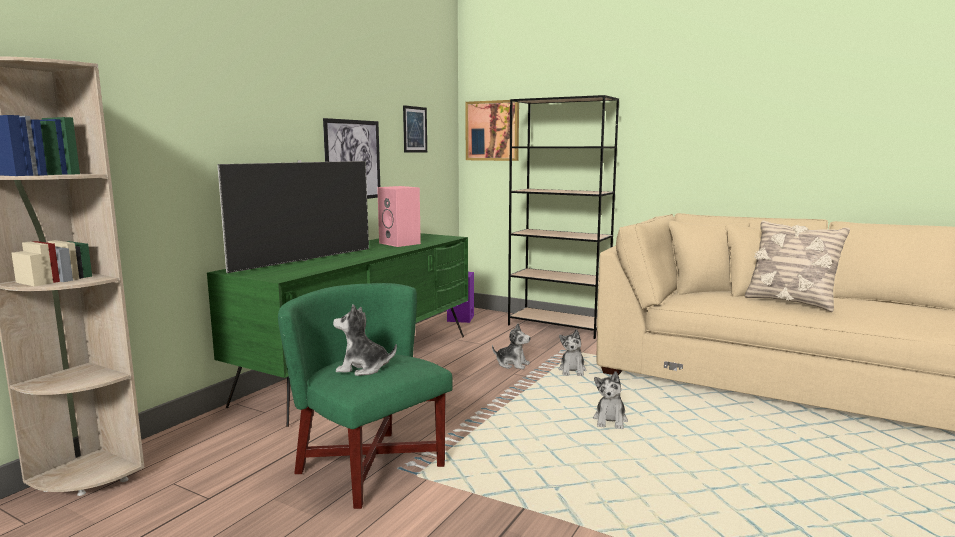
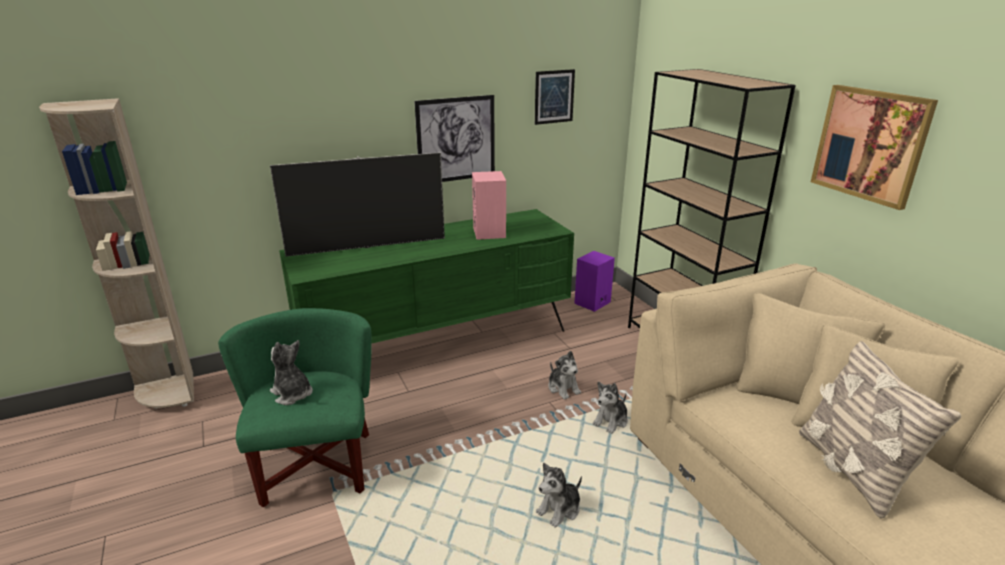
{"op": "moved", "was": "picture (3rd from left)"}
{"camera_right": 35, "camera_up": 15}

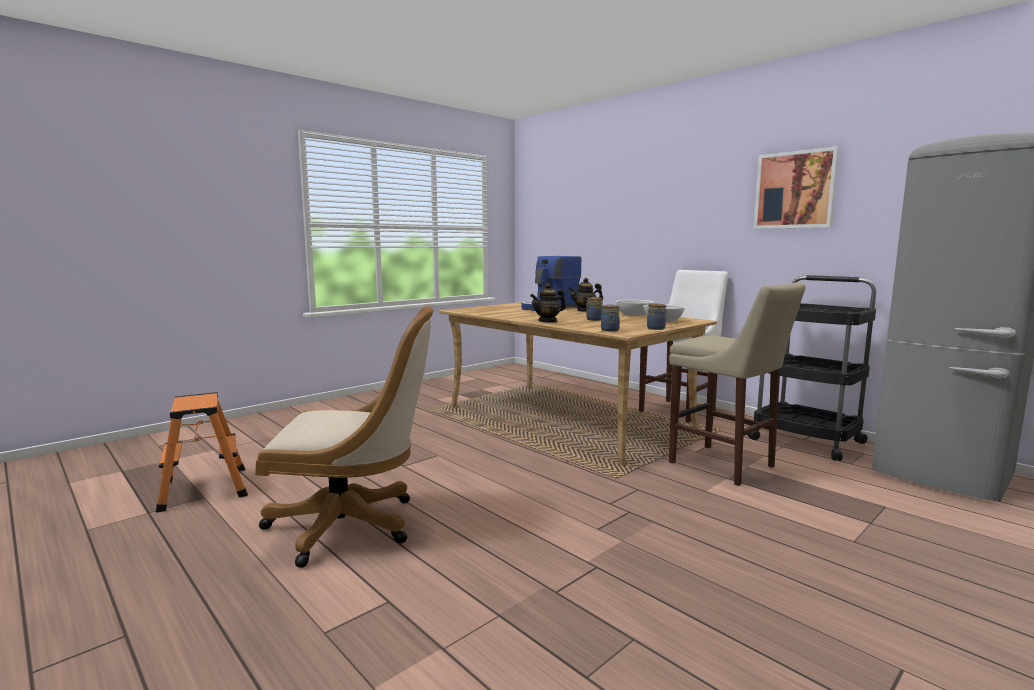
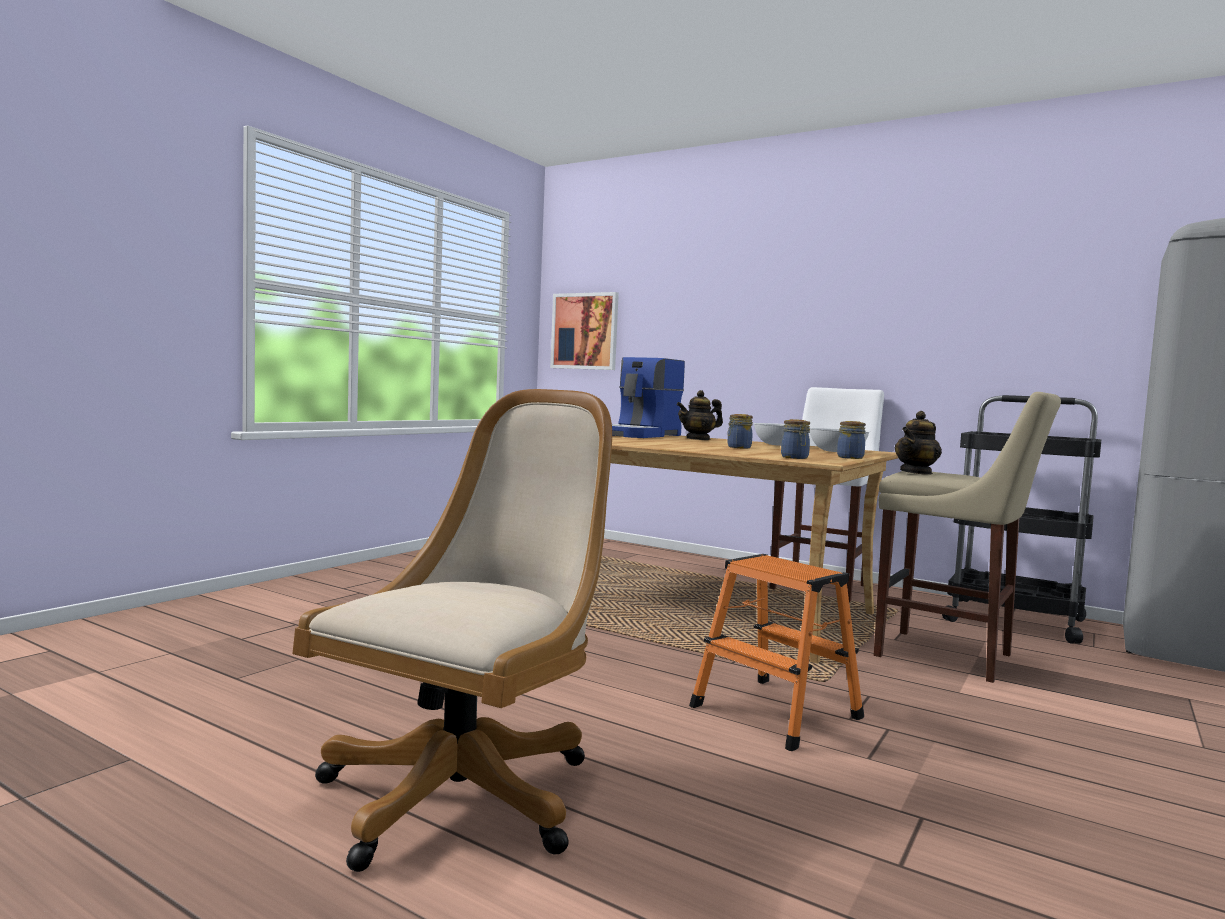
{"op": "moved", "was": "orange step ladder"}
{"op": "moved", "was": "teapot (1st from left in the first image)", "now": "teapot (2nd from left)"}
{"op": "moved", "was": "picture"}
{"op": "turned", "was": "office chair", "clockwise": -45}
{"camera_right": -15, "camera_up": -5}

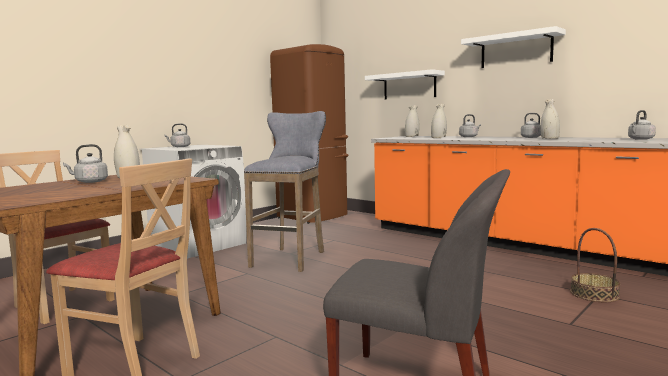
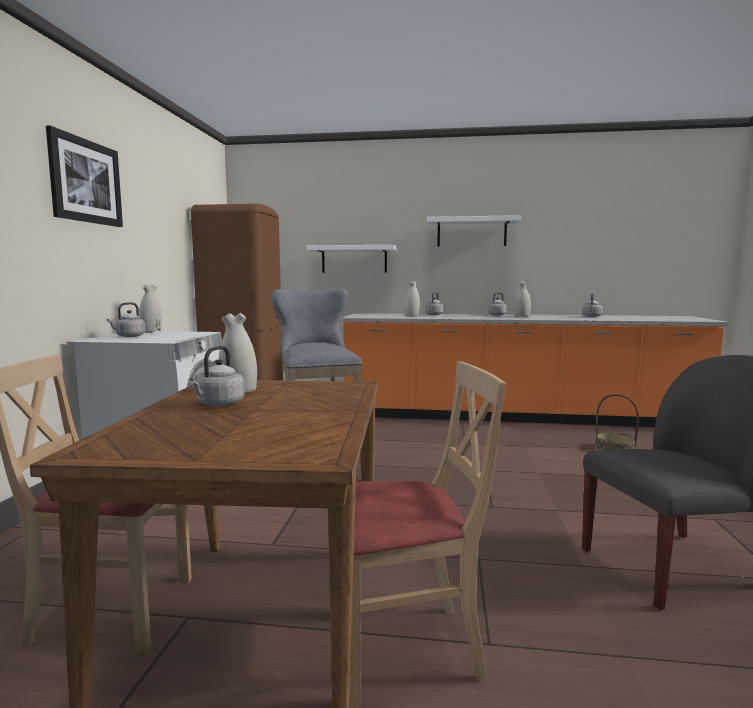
{"op": "added", "now": "picture"}
{"op": "moved", "was": "white vase (2nd from left in the first image)", "now": "white vase (1st from left)"}
{"camera_right": -35, "camera_up": 0}

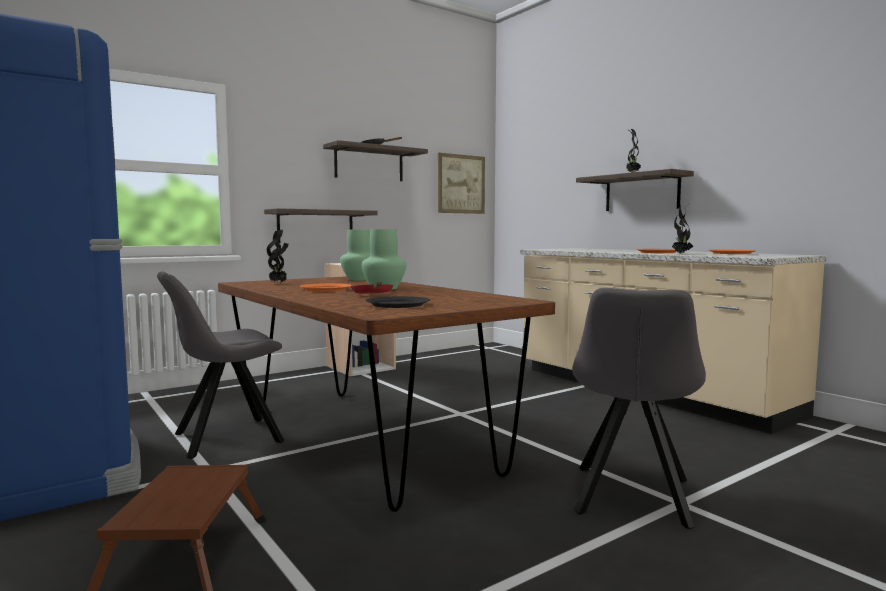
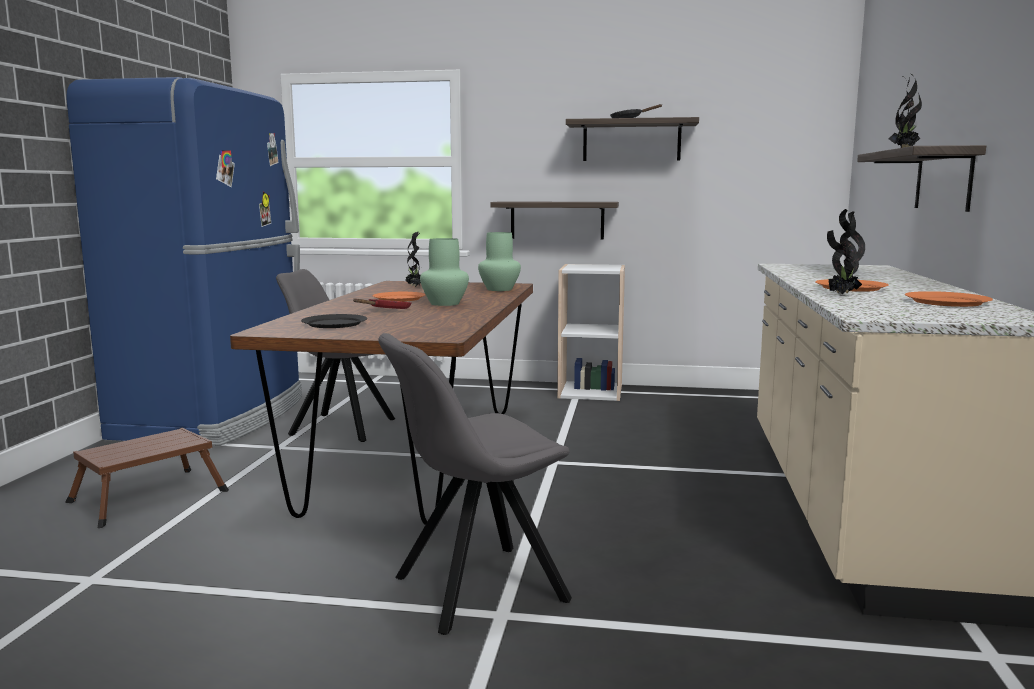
{"op": "removed", "was": "picture"}
{"camera_right": 45, "camera_up": 5}

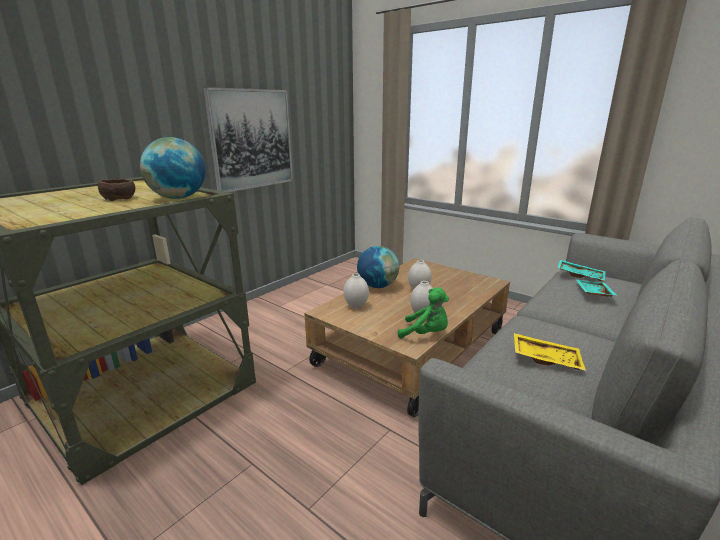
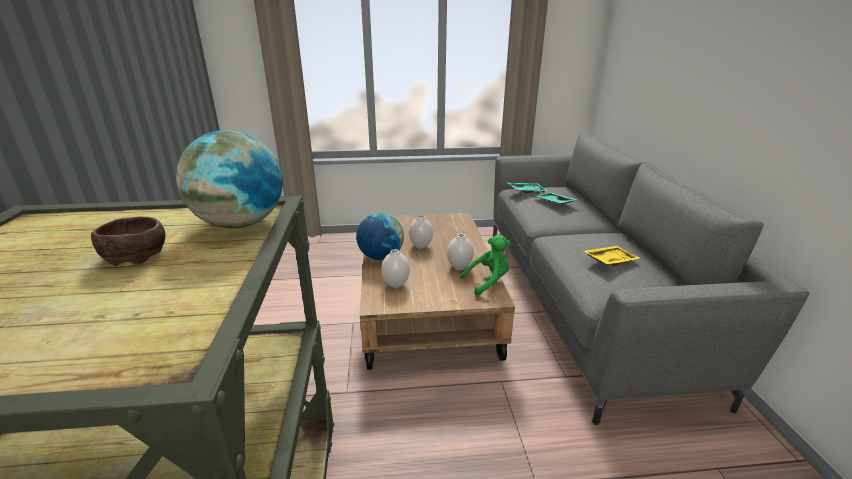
{"op": "removed", "was": "picture"}
{"camera_right": -45, "camera_up": 5}

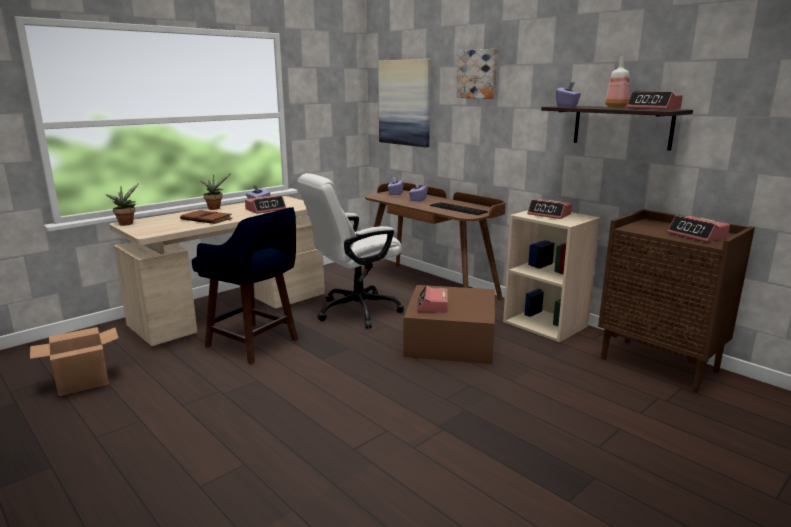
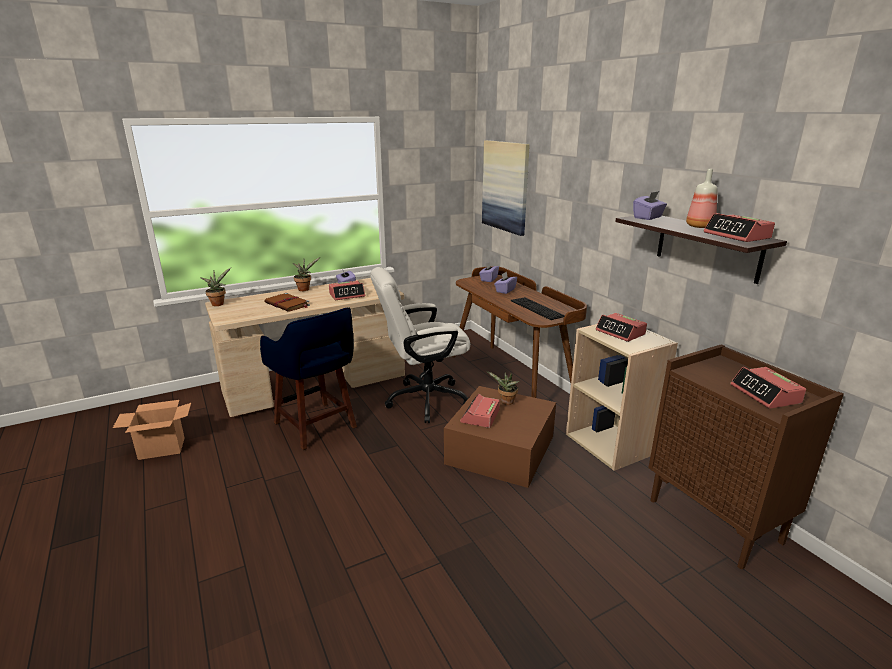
{"op": "removed", "was": "picture (2nd from left)"}
{"op": "added", "now": "potted plant (3rd from left)"}
{"camera_right": 15, "camera_up": 5}

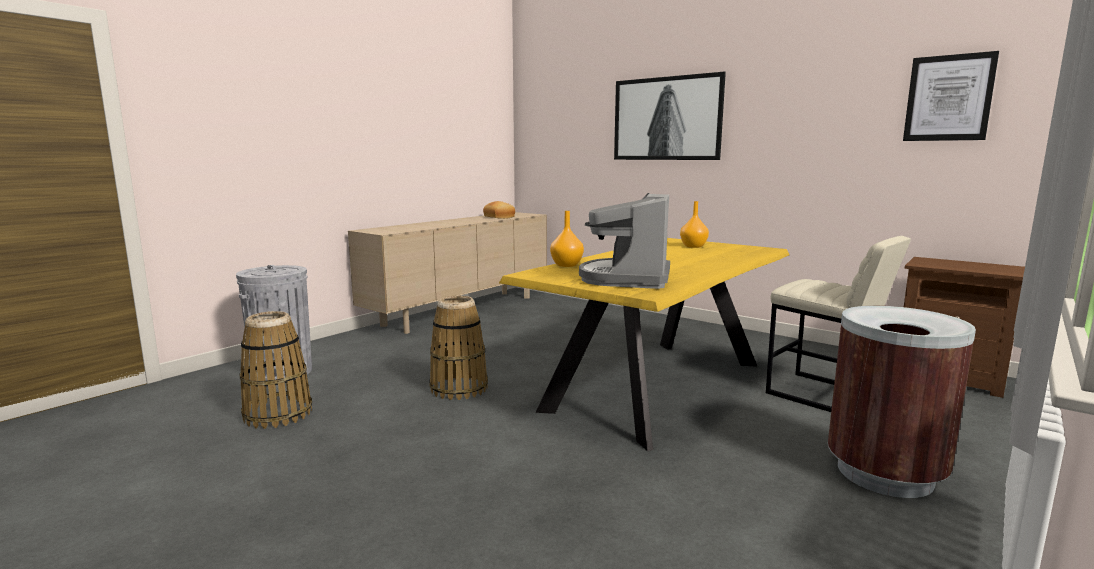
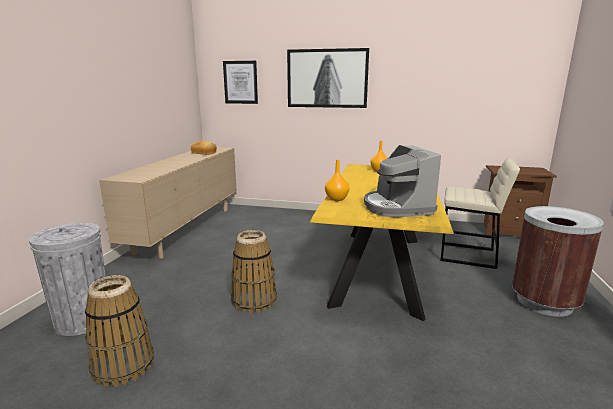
{"op": "moved", "was": "picture (2nd from left in the first image)", "now": "picture (1st from left)"}
{"camera_right": -25, "camera_up": 5}

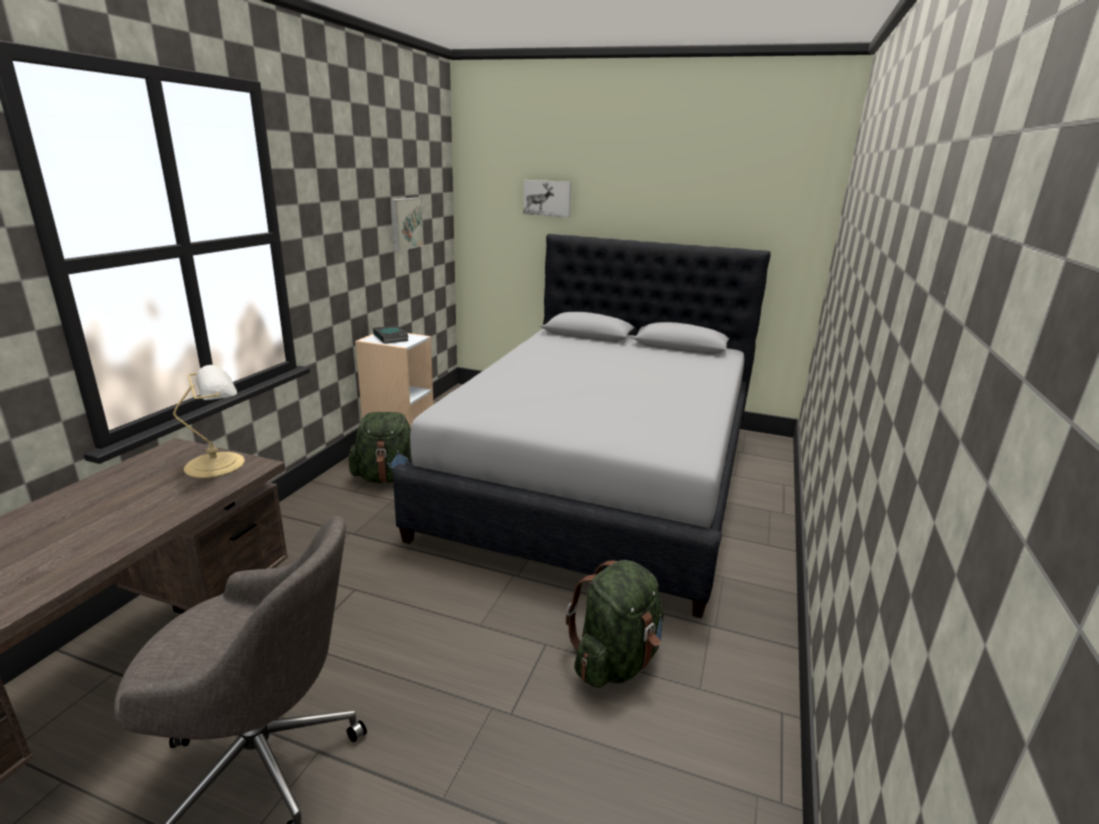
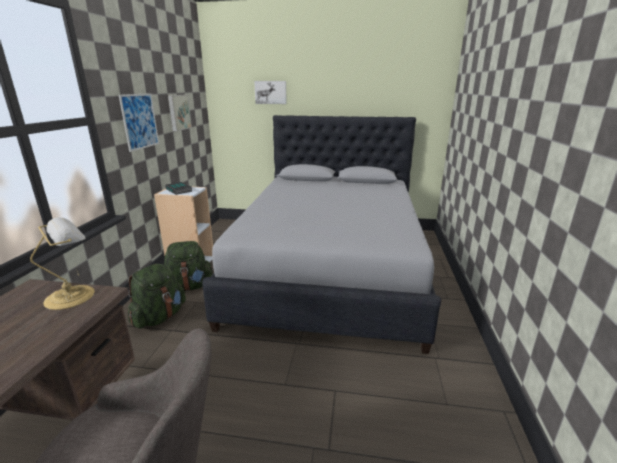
{"op": "added", "now": "picture (1st from left)"}
{"op": "moved", "was": "green backpack (2nd from left in the first image)", "now": "green backpack (1st from left)"}
{"camera_right": -10, "camera_up": 0}

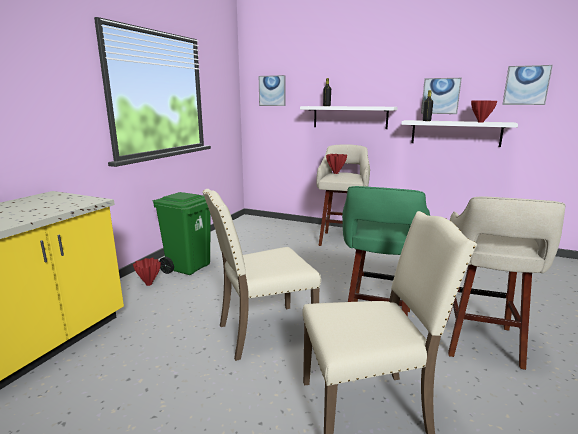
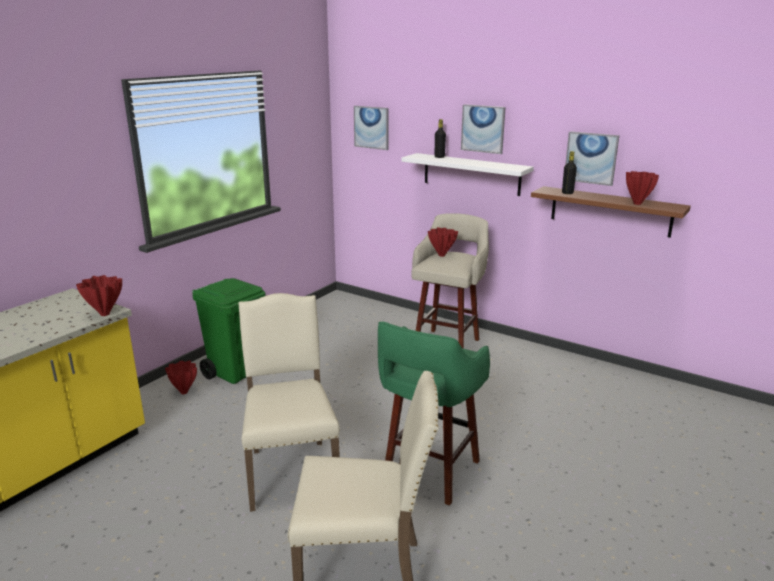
{"op": "removed", "was": "beige stool (2nd from left)"}
{"op": "added", "now": "red vase (1st from left)"}
{"op": "moved", "was": "picture (3rd from left in the first image)", "now": "picture (2nd from left)"}
{"op": "recoloured", "was": "white shelf (2nd from left)", "now": "brown shelf"}
{"op": "turned", "was": "beige chair (1st from left)", "clockwise": 90}
{"camera_right": 10, "camera_up": 5}

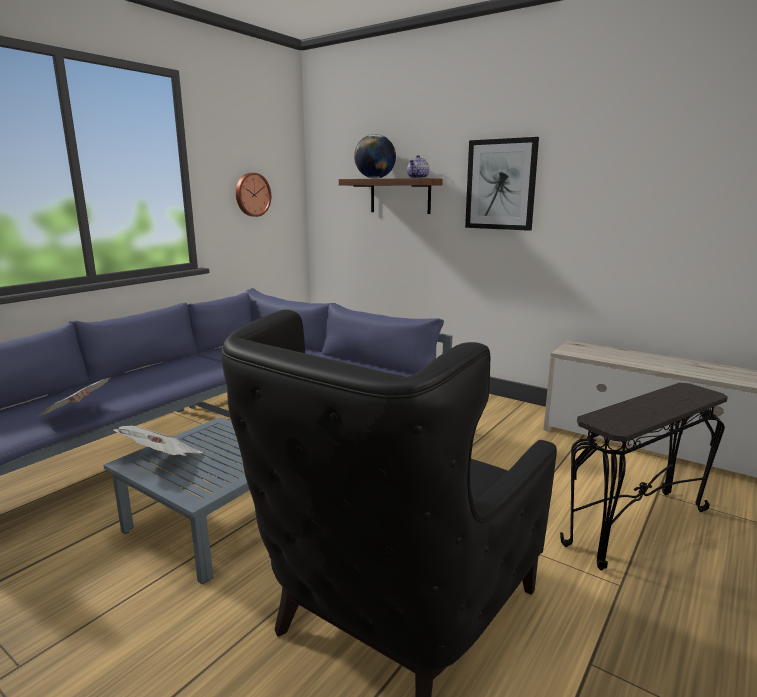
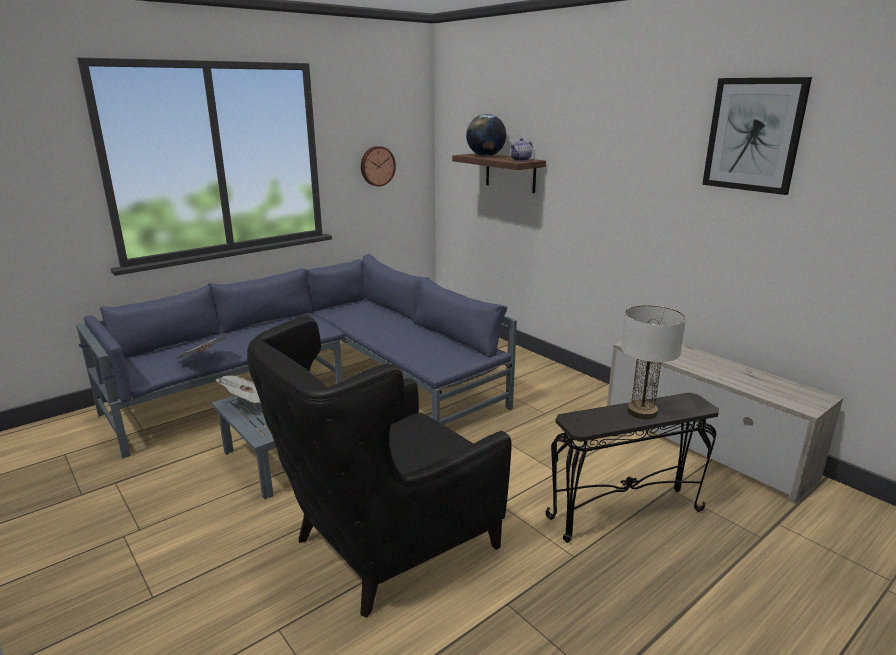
{"op": "added", "now": "table lamp"}
{"op": "moved", "was": "picture"}
{"camera_right": 15, "camera_up": 5}

